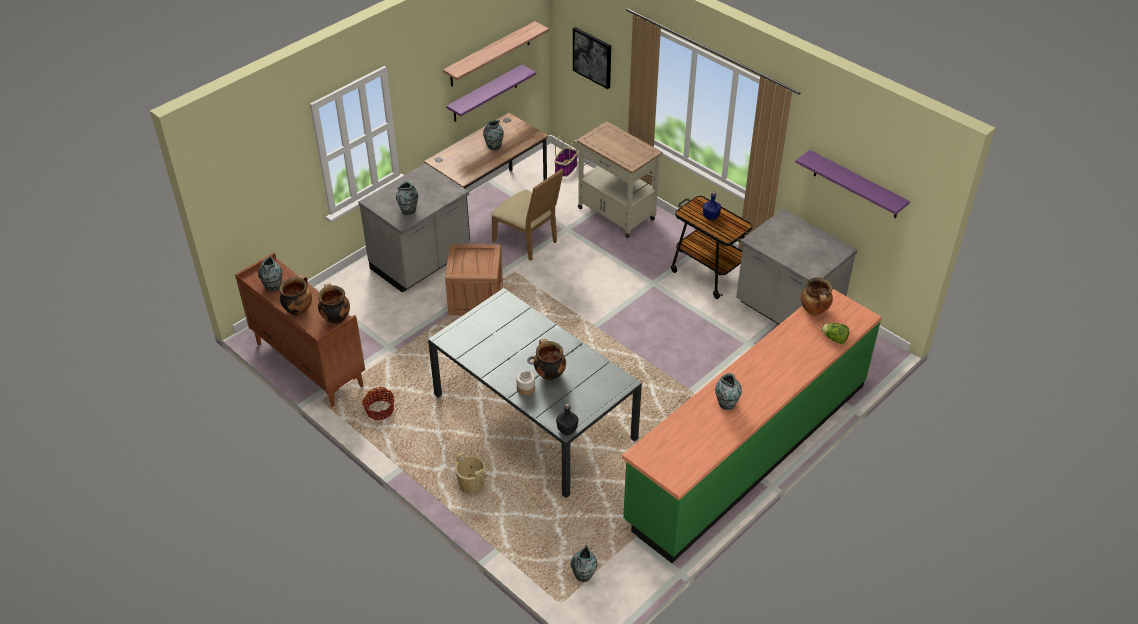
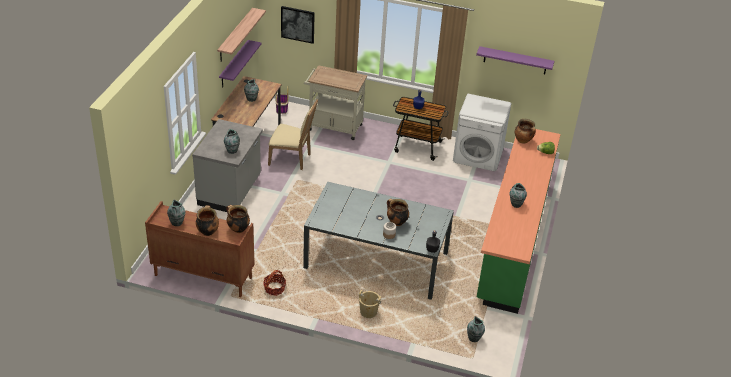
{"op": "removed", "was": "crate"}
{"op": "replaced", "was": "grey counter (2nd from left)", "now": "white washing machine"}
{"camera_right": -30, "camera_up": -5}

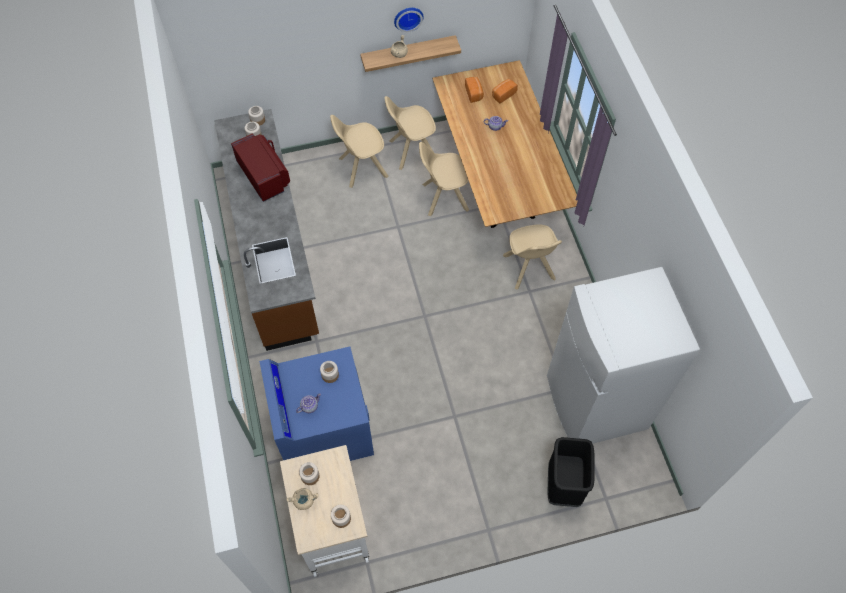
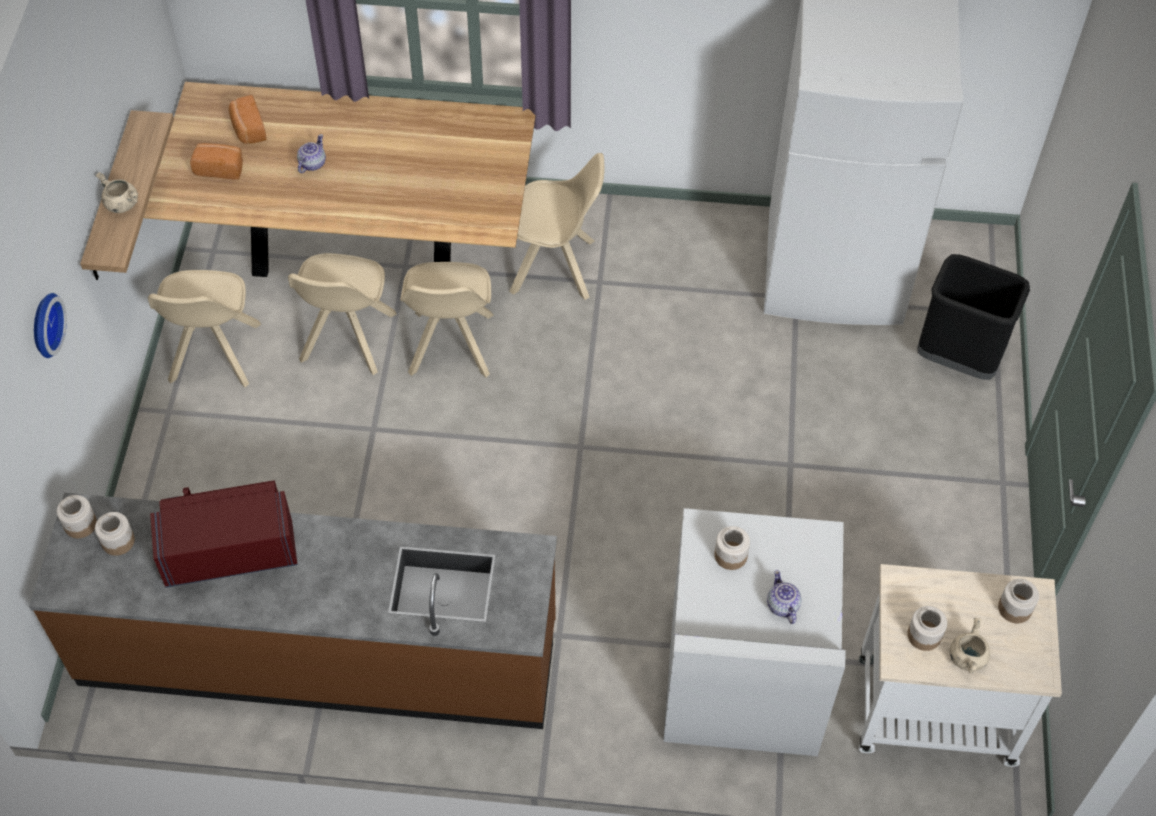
{"op": "moved", "was": "beige chair (1st from left in the first image)", "now": "beige chair (3rd from left)"}
{"op": "moved", "was": "wall clock"}
{"op": "recoloured", "was": "blue washing machine", "now": "white washing machine"}
{"camera_right": -70, "camera_up": -5}

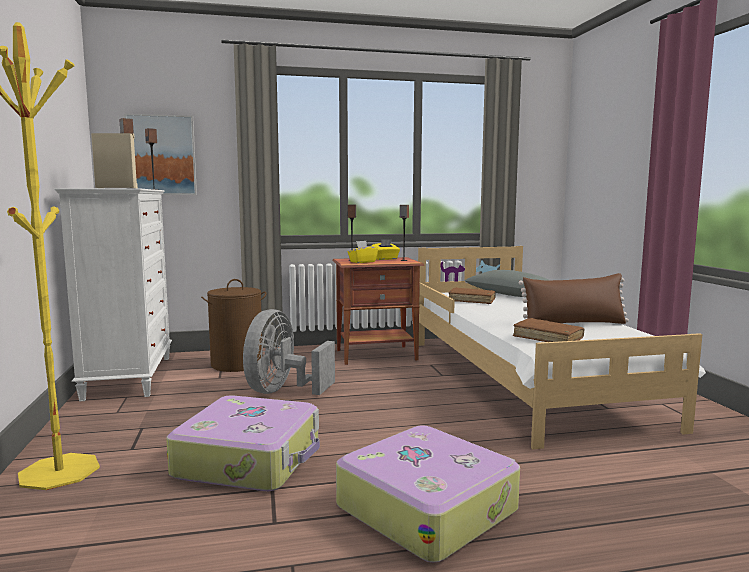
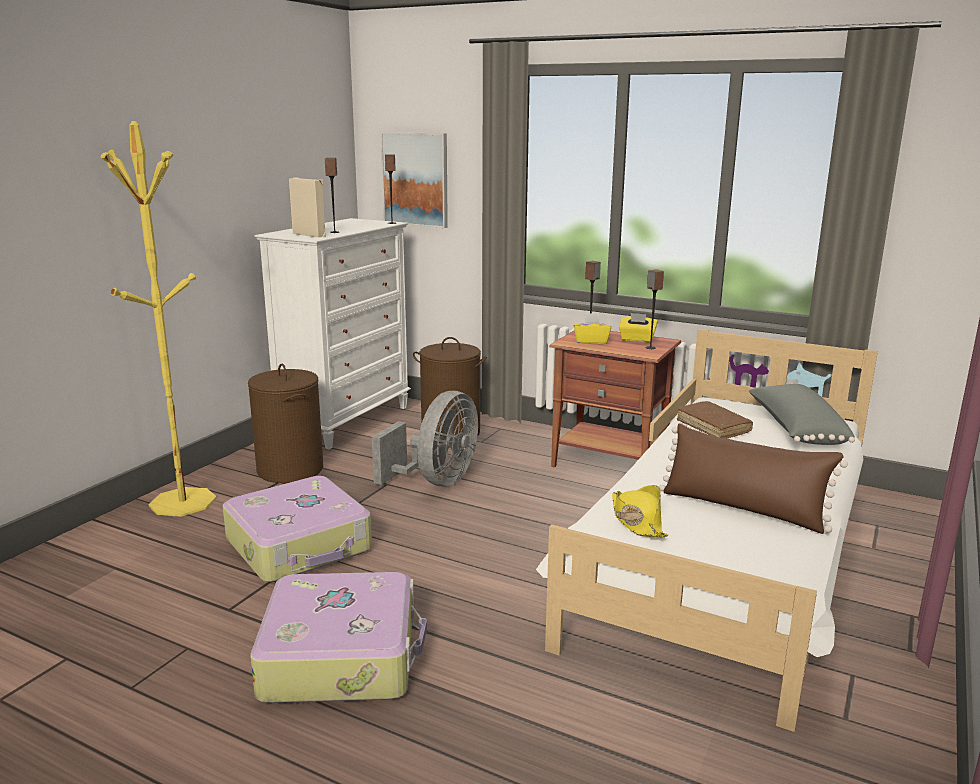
{"op": "added", "now": "brown laundry basket (1st from left)"}
{"op": "replaced", "was": "brown book (2nd from left)", "now": "yellow hat"}
{"op": "turned", "was": "grey fan", "clockwise": 150}
{"camera_right": 40, "camera_up": 10}

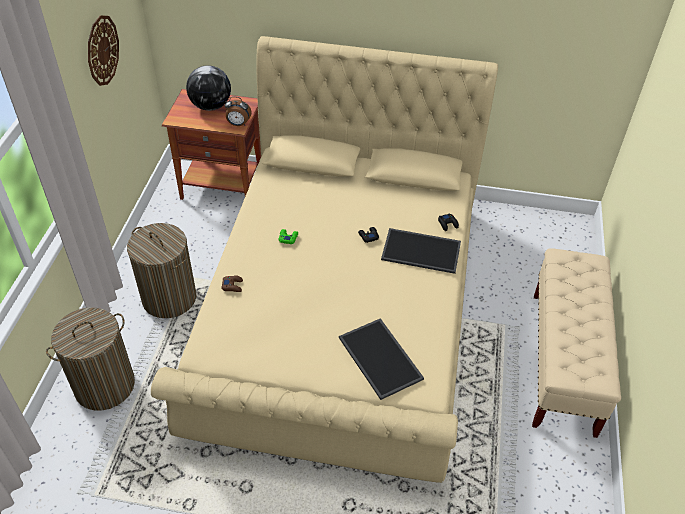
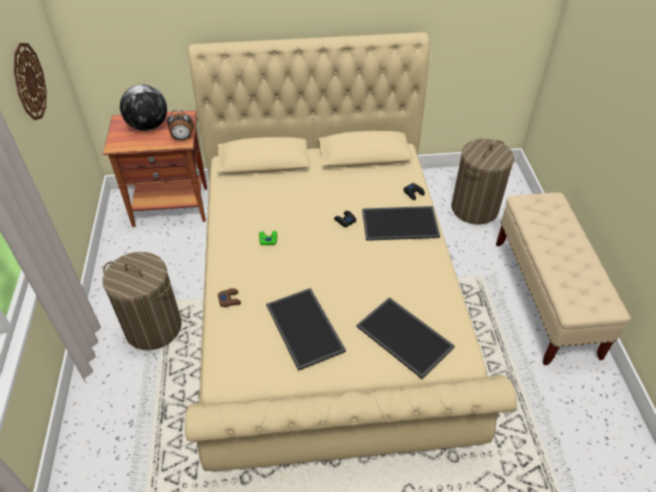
{"op": "added", "now": "tray (1st from left)"}
{"op": "moved", "was": "laundry basket (1st from left in the first image)", "now": "laundry basket (2nd from left)"}
{"camera_right": -15, "camera_up": 0}

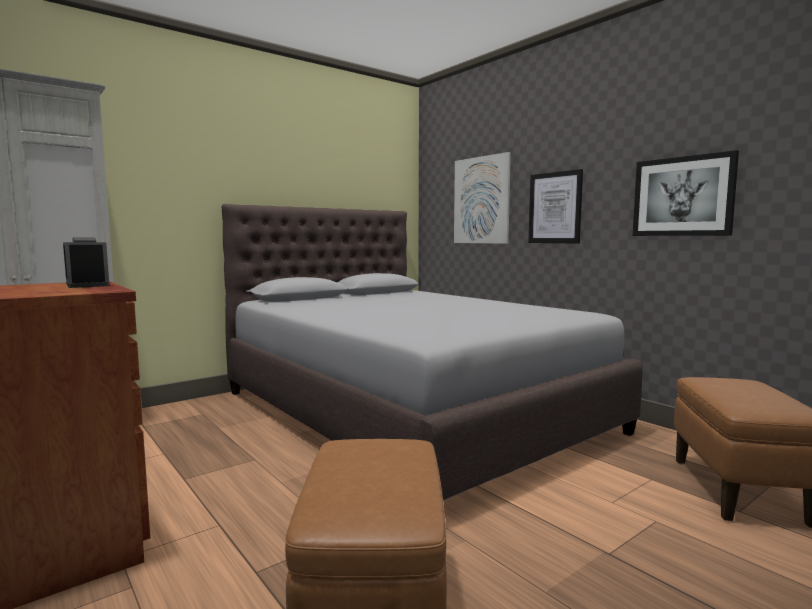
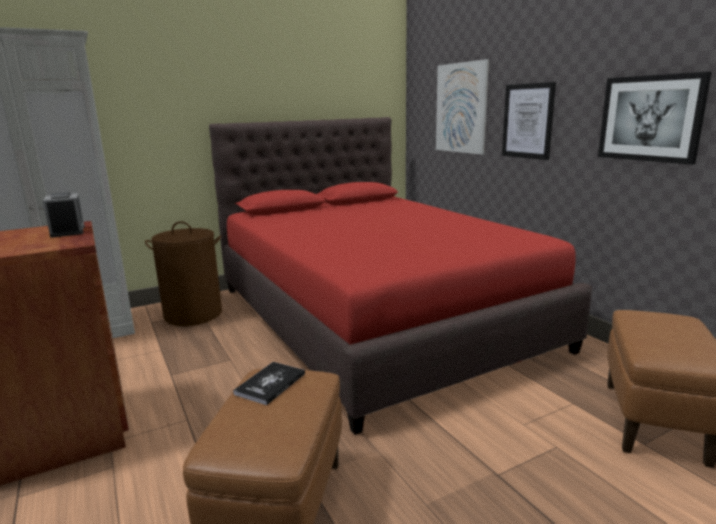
{"op": "added", "now": "brown laundry basket"}
{"op": "added", "now": "book"}
{"op": "recoloured", "was": "grey bed", "now": "red bed"}
{"camera_right": 10, "camera_up": 10}

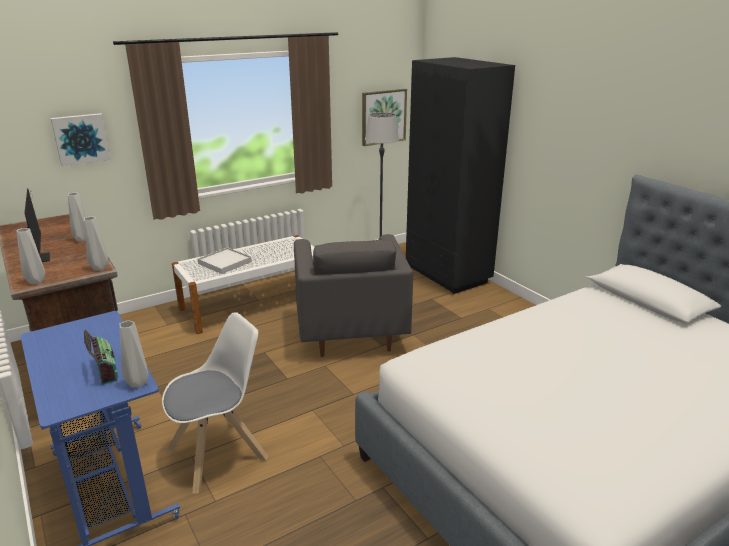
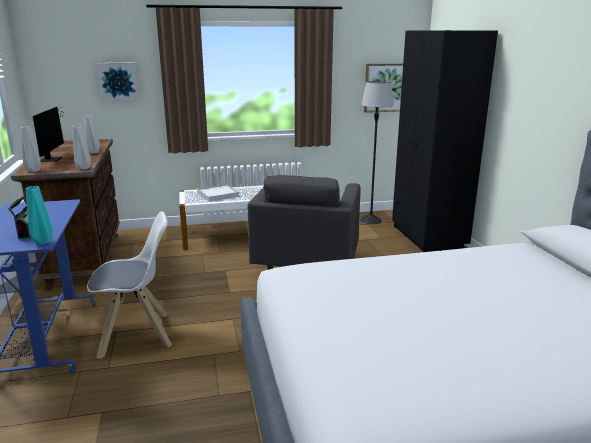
{"op": "recoloured", "was": "grey vase (4th from left)", "now": "turquoise vase"}
{"camera_right": 20, "camera_up": -5}

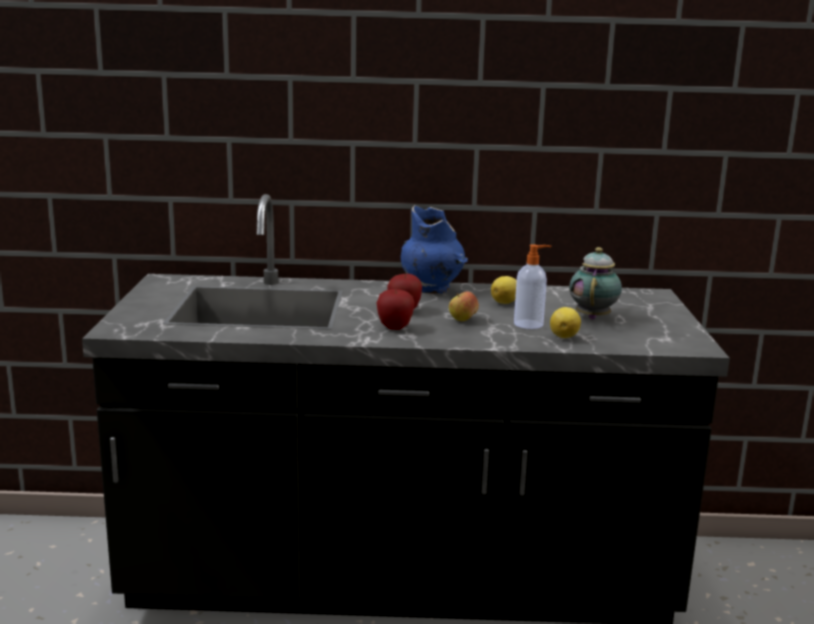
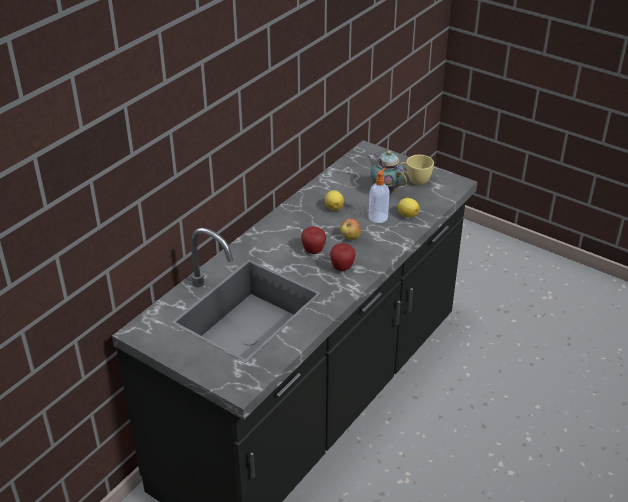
{"op": "removed", "was": "blue vase"}
{"op": "added", "now": "yellow cup"}
{"camera_right": -55, "camera_up": 20}

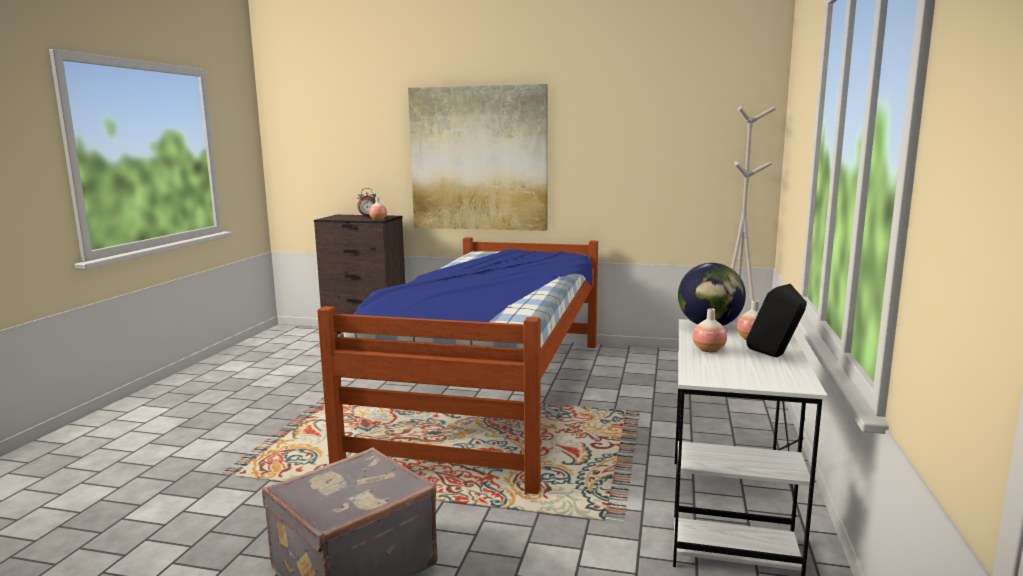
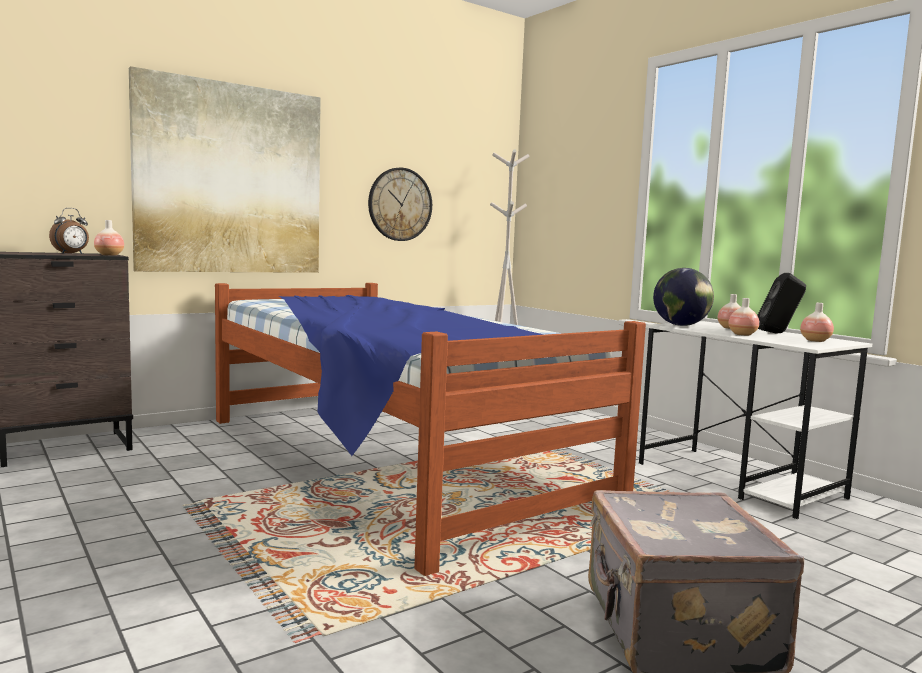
{"op": "added", "now": "wall clock"}
{"op": "added", "now": "vase (4th from left)"}
{"camera_right": -50, "camera_up": -5}

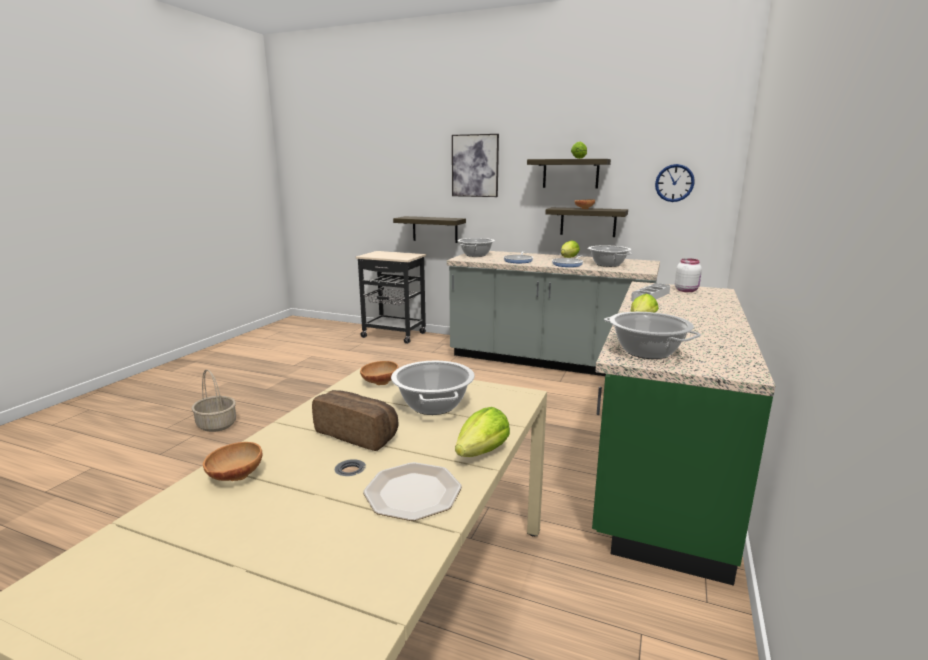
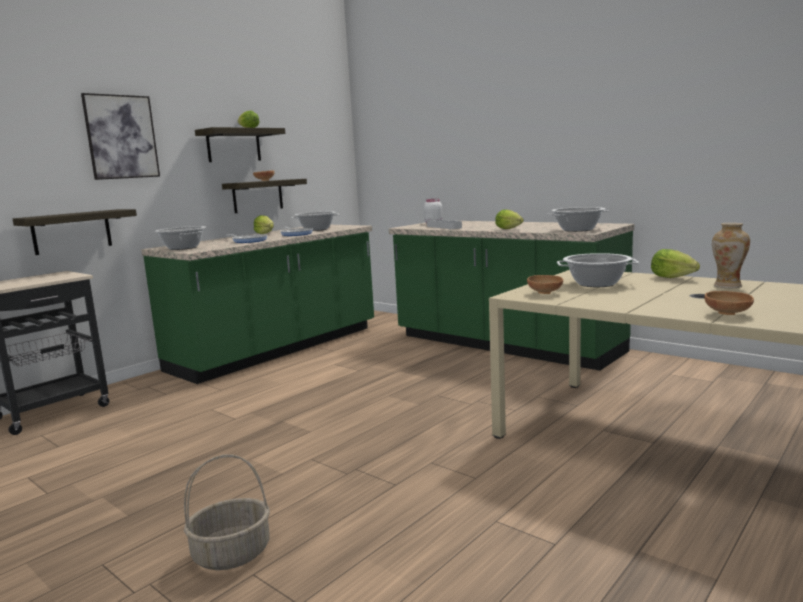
{"op": "removed", "was": "bread"}
{"op": "removed", "was": "wall clock"}
{"op": "replaced", "was": "plate", "now": "vase"}
{"op": "recoloured", "was": "grey counter", "now": "green counter (1st from left)"}
{"camera_right": -70, "camera_up": -5}

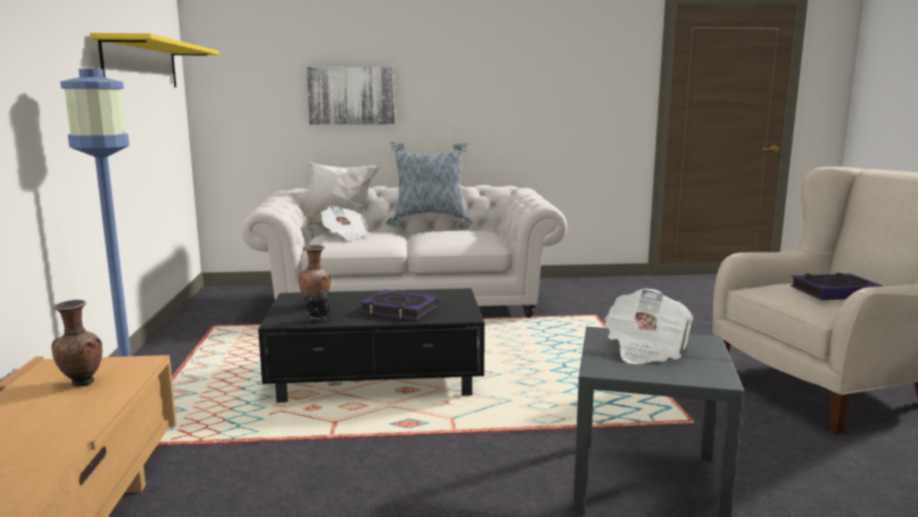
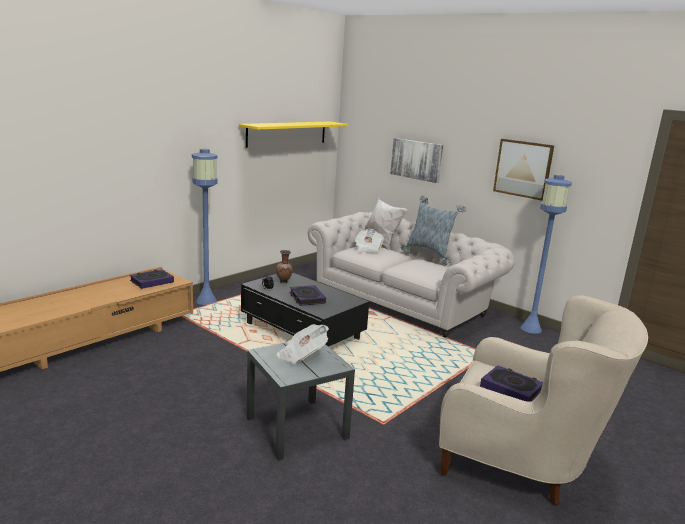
{"op": "added", "now": "picture (2nd from left)"}
{"op": "added", "now": "blue floor lamp (2nd from left)"}
{"op": "replaced", "was": "brown vase (1st from left)", "now": "book (1st from left)"}
{"camera_right": 45, "camera_up": 5}

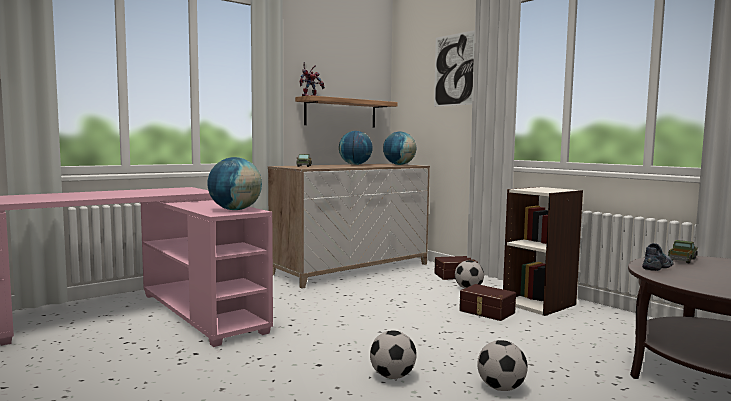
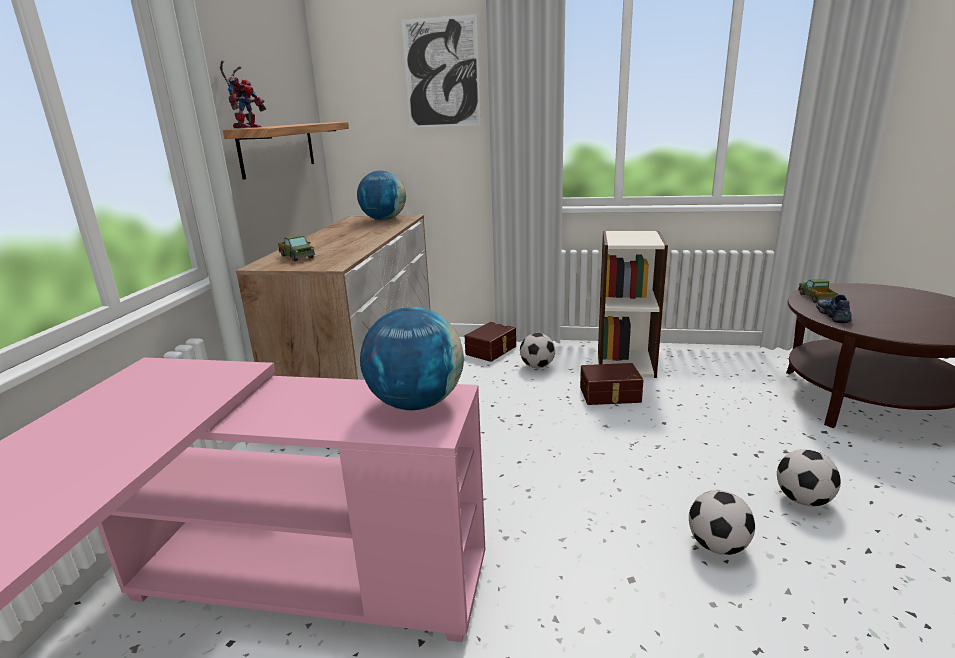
{"op": "removed", "was": "globe (2nd from left)"}
{"camera_right": -40, "camera_up": 15}

